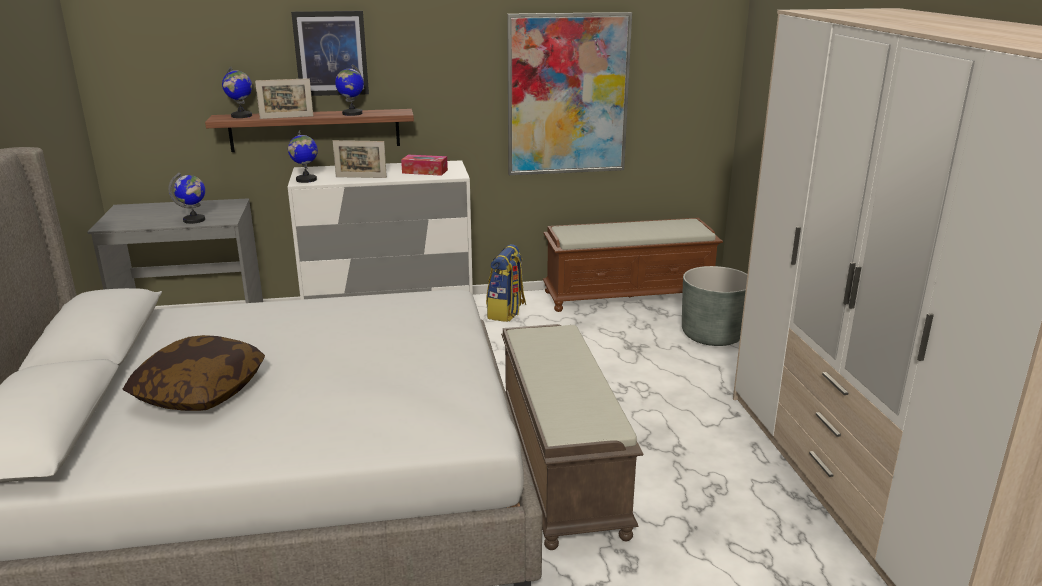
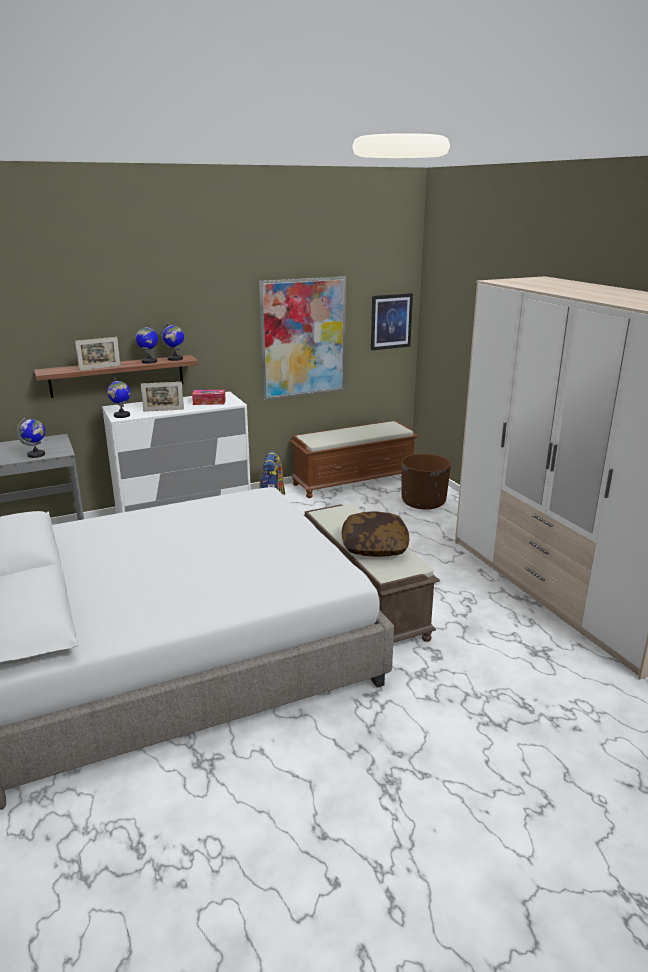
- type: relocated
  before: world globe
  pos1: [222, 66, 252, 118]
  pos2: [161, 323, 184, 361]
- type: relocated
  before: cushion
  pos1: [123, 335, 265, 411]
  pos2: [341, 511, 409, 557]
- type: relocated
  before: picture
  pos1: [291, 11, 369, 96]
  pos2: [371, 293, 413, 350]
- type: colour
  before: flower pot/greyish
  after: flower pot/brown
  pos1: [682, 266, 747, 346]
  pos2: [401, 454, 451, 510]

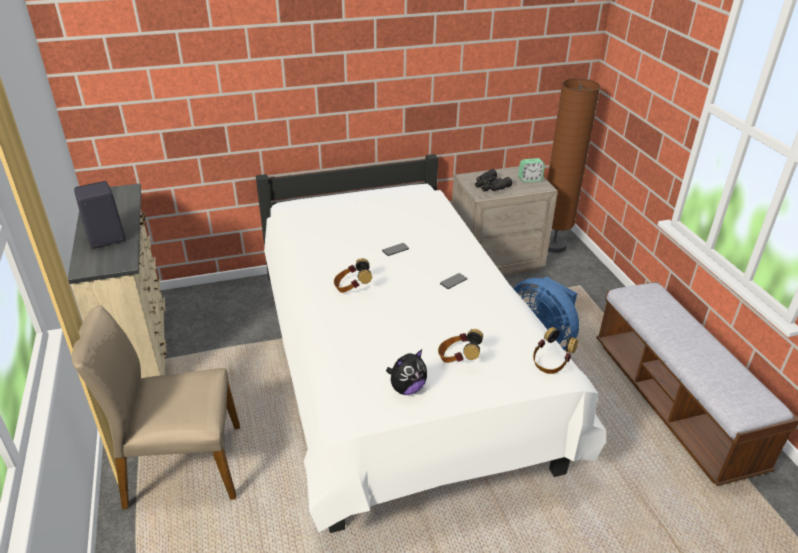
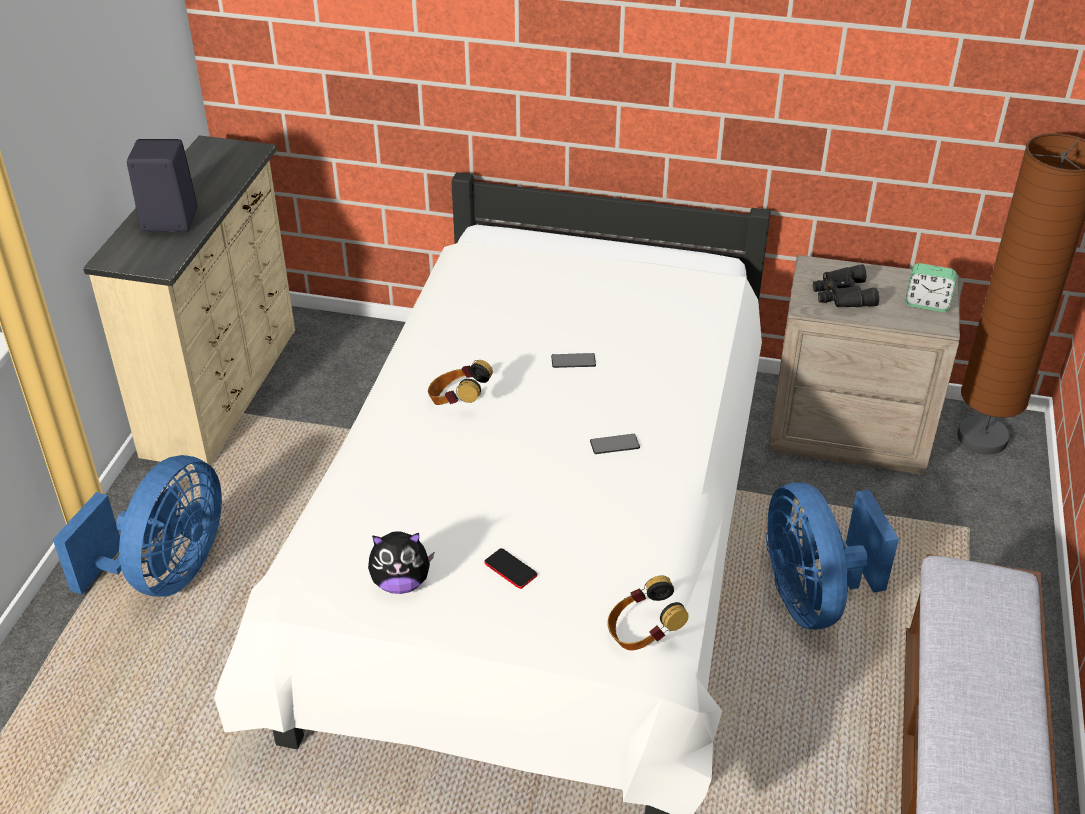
- type: exchanged
  before: plain chair/beige-coloured
  after: fan/blue
  pos1: [72, 305, 240, 509]
  pos2: [53, 455, 222, 597]
- type: exchanged
  before: pair of headphones
  after: phone
  pos1: [438, 329, 483, 363]
  pos2: [484, 548, 537, 589]

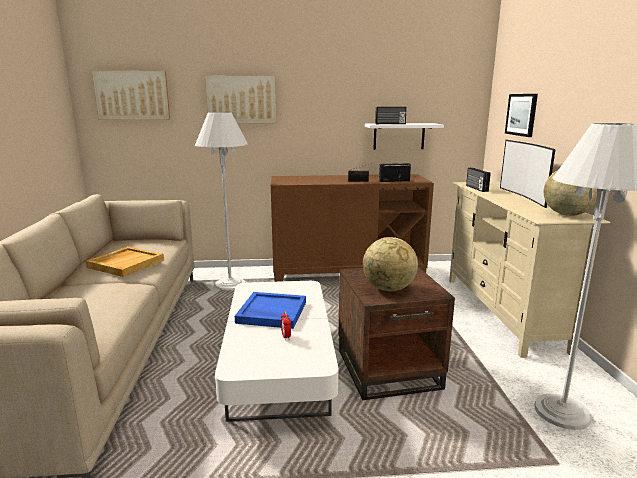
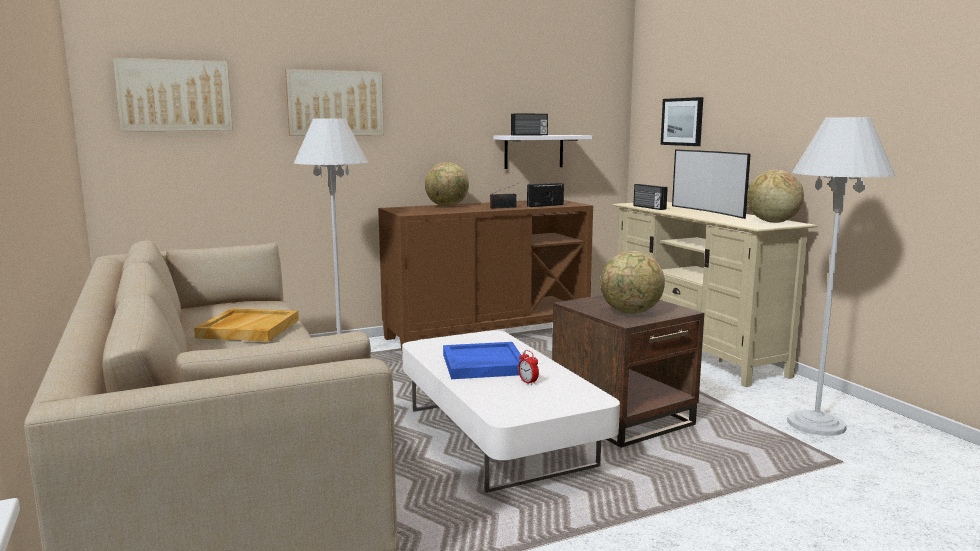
- type: appeared
  after: world globe
  pos2: [425, 162, 469, 207]

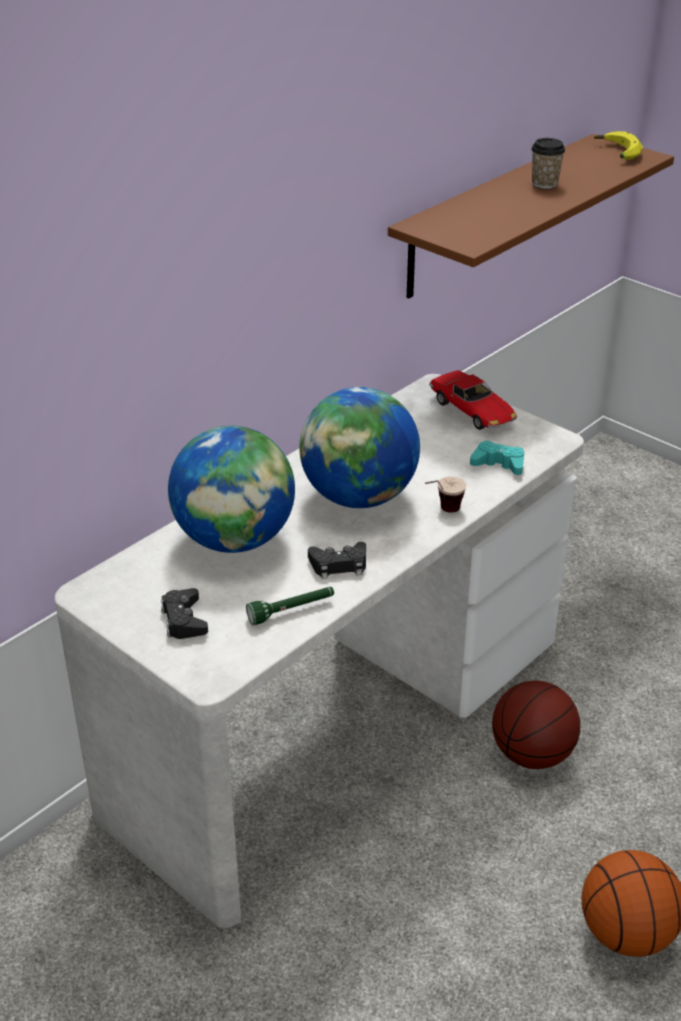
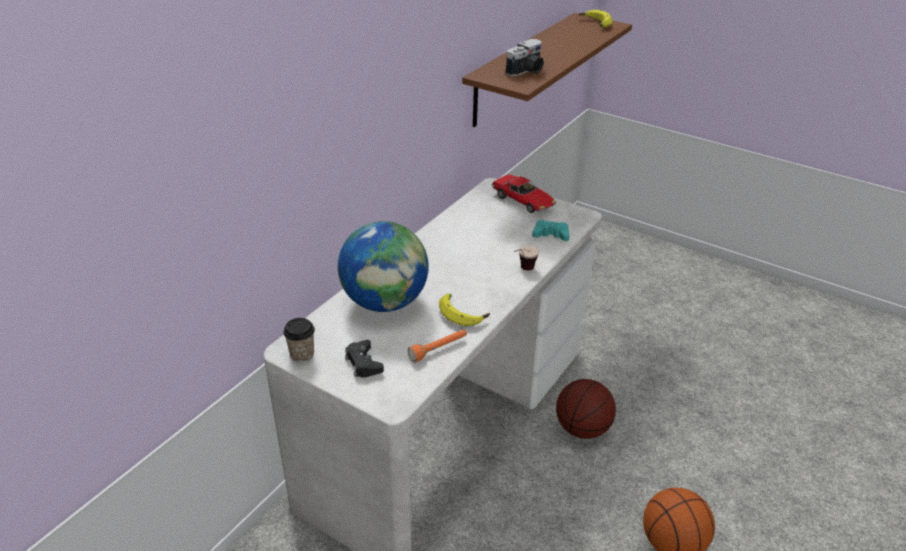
- type: relocated
  before: small cup
  pos1: [531, 138, 565, 189]
  pos2: [283, 318, 315, 363]
- type: colour
  before: torch/greenish
  after: torch/orange
  pos1: [246, 587, 334, 625]
  pos2: [408, 329, 467, 362]
- type: exchanged
  before: game controller/black
  after: banana fruit
  pos1: [308, 542, 366, 579]
  pos2: [439, 294, 490, 326]
- type: appeared
  after: photo camera
  pos2: [505, 39, 544, 76]
- type: missing
  before: world globe
  pos1: [299, 387, 420, 508]

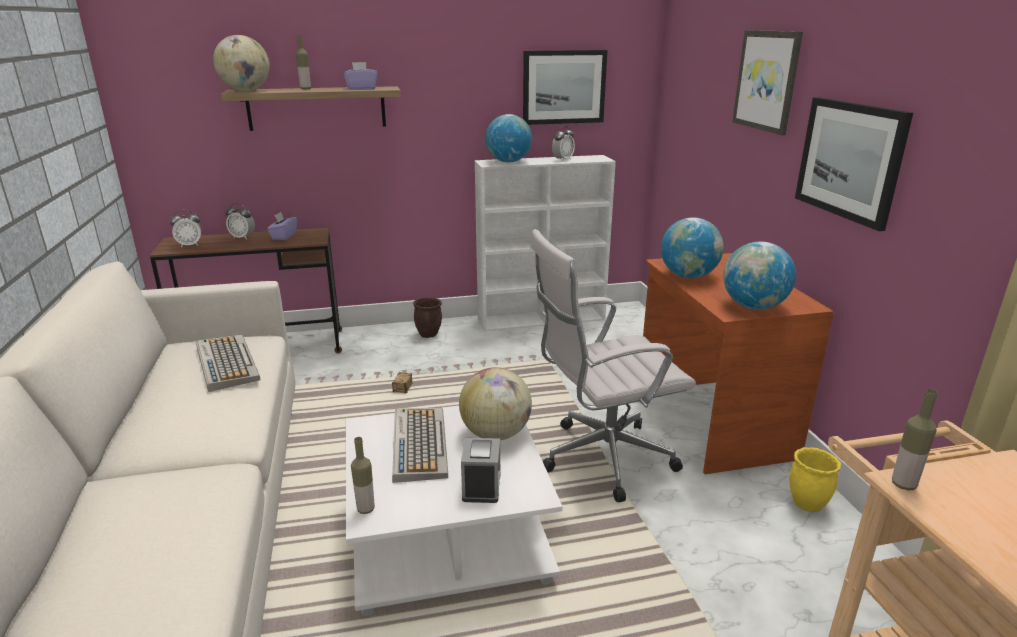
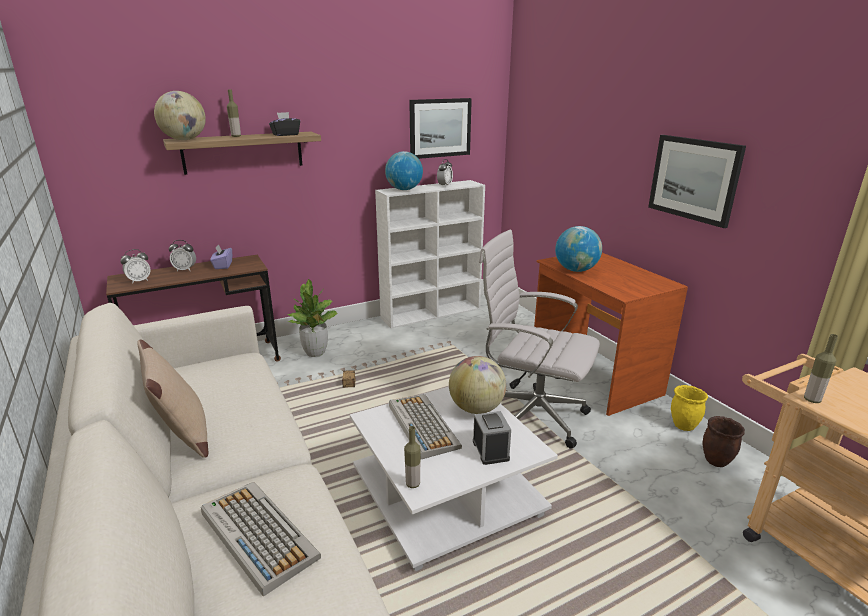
- type: appeared
  after: cushion/beige-coloured
  pos2: [137, 340, 208, 458]
- type: relocated
  before: keyboard
  pos1: [196, 334, 260, 392]
  pos2: [201, 482, 321, 597]
- type: colour
  before: tissue holder/purple
  after: tissue holder/black
  pos1: [343, 62, 378, 90]
  pos2: [269, 112, 300, 136]
- type: appeared
  after: plant in a pot
  pos2: [288, 279, 337, 357]
- type: spun
  before: office chair/white
  pos1: [530, 229, 696, 502]
  pos2: [479, 230, 600, 449]
  turn: 60
- type: relocated
  before: flower pot/brown
  pos1: [413, 297, 442, 338]
  pos2: [703, 416, 745, 467]
- type: missing
  before: world globe
  pos1: [723, 242, 796, 310]
- type: missing
  before: picture
  pos1: [732, 30, 803, 135]

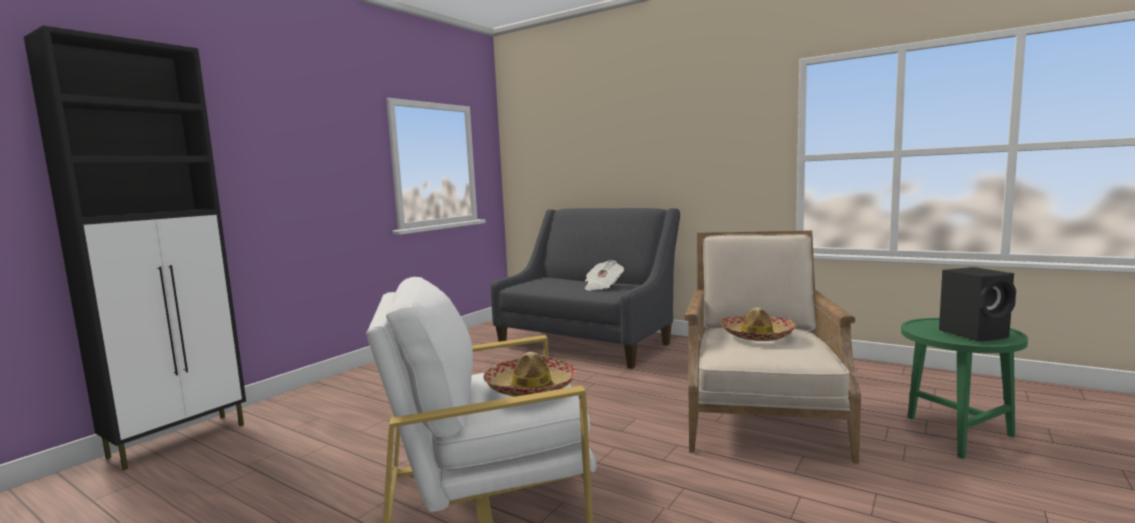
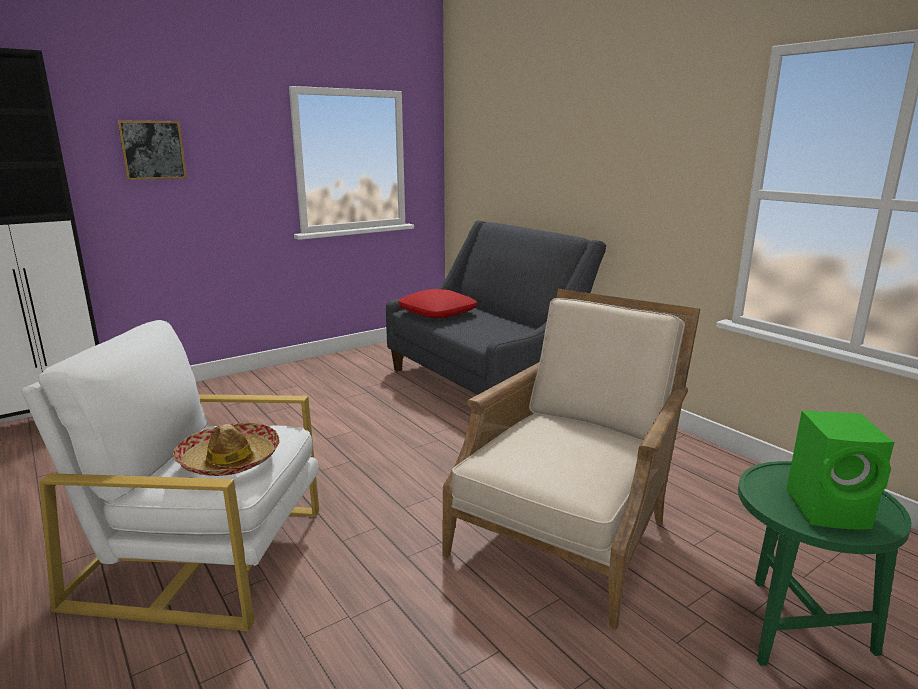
- type: appeared
  after: picture
  pos2: [117, 120, 187, 180]
- type: appeared
  after: cushion/red
  pos2: [399, 289, 477, 318]
- type: colour
  before: speaker/black
  after: speaker/greenish
  pos1: [939, 267, 1016, 341]
  pos2: [786, 411, 894, 529]
- type: missing
  before: daily paper
  pos1: [585, 260, 624, 291]
- type: missing
  before: hat
  pos1: [721, 308, 797, 341]

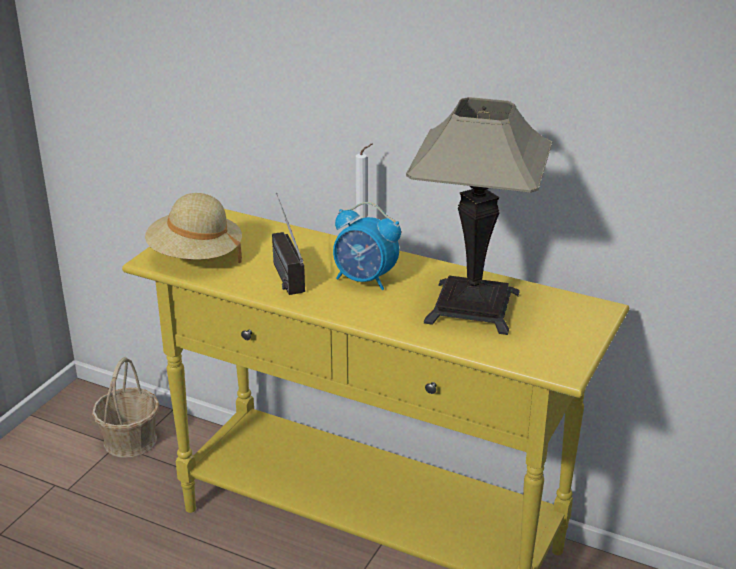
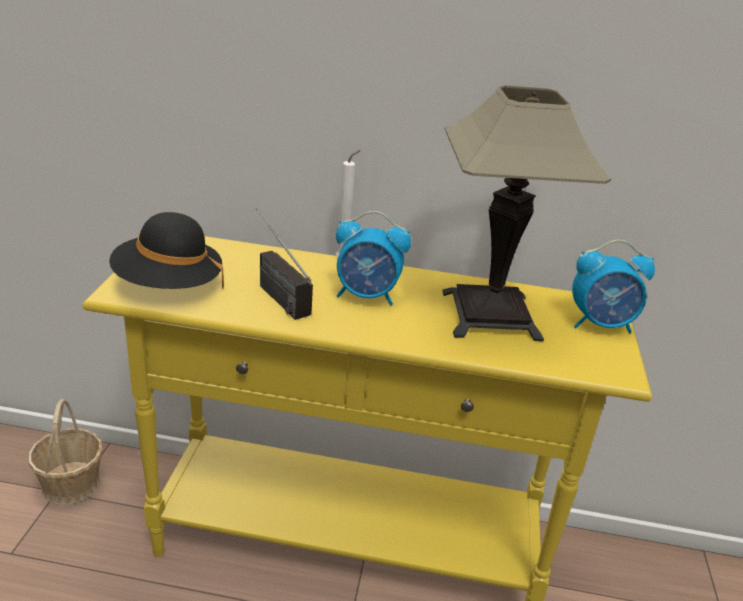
- type: colour
  before: hat/beige-coloured
  after: hat/black
  pos1: [145, 193, 242, 263]
  pos2: [109, 212, 224, 289]
- type: appeared
  after: bedside clock
  pos2: [572, 240, 655, 333]

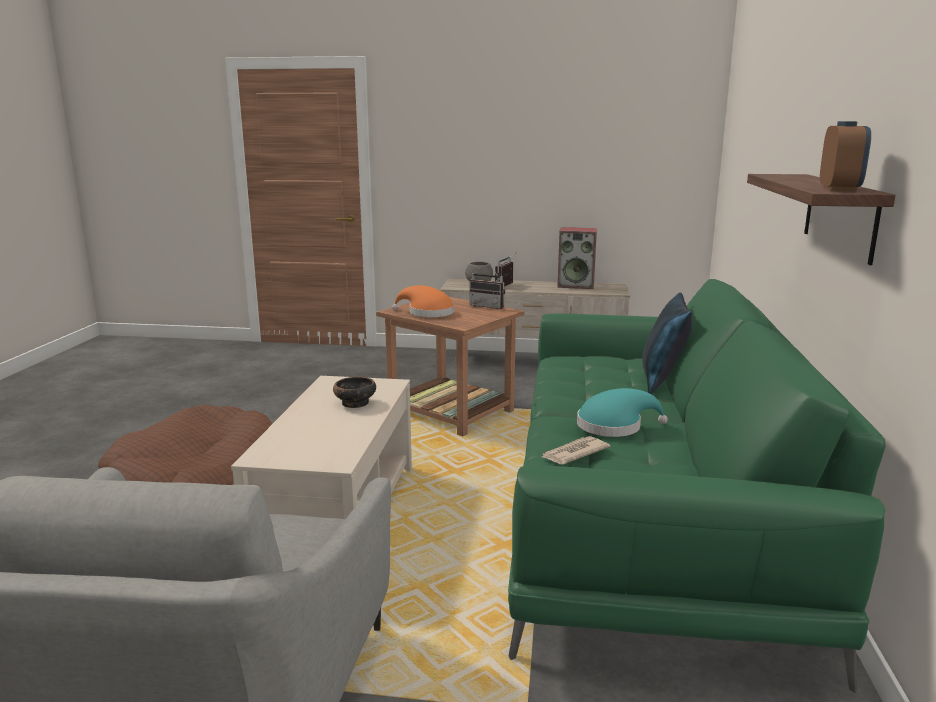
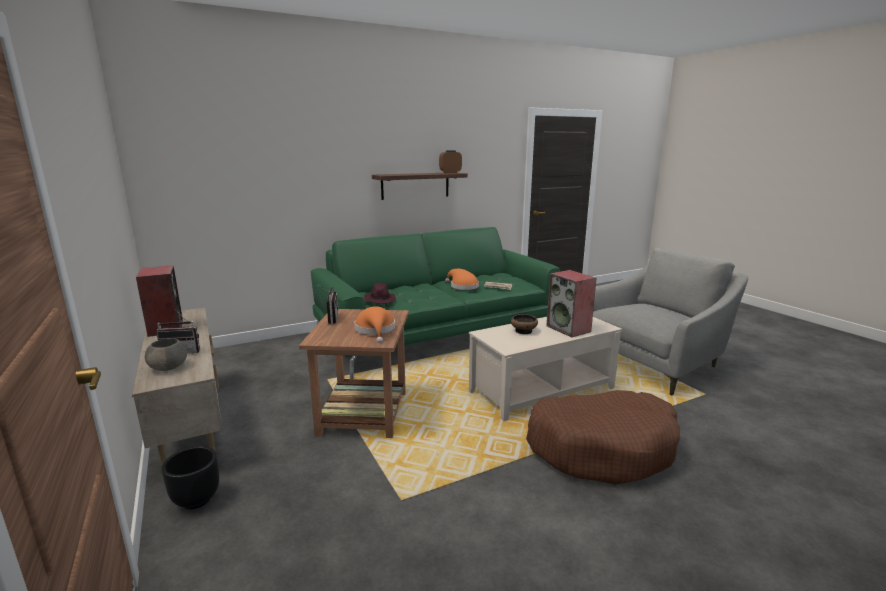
- type: appeared
  after: flower pot/black
  pos2: [161, 446, 219, 509]
- type: appeared
  after: hat/purple
  pos2: [364, 283, 396, 303]
- type: colour
  before: hat/blue-green
  after: hat/orange
  pos1: [577, 388, 668, 437]
  pos2: [445, 269, 479, 290]
- type: appeared
  after: speaker
  pos2: [546, 270, 596, 337]
- type: missing
  before: cushion/blue
  pos1: [642, 292, 692, 395]

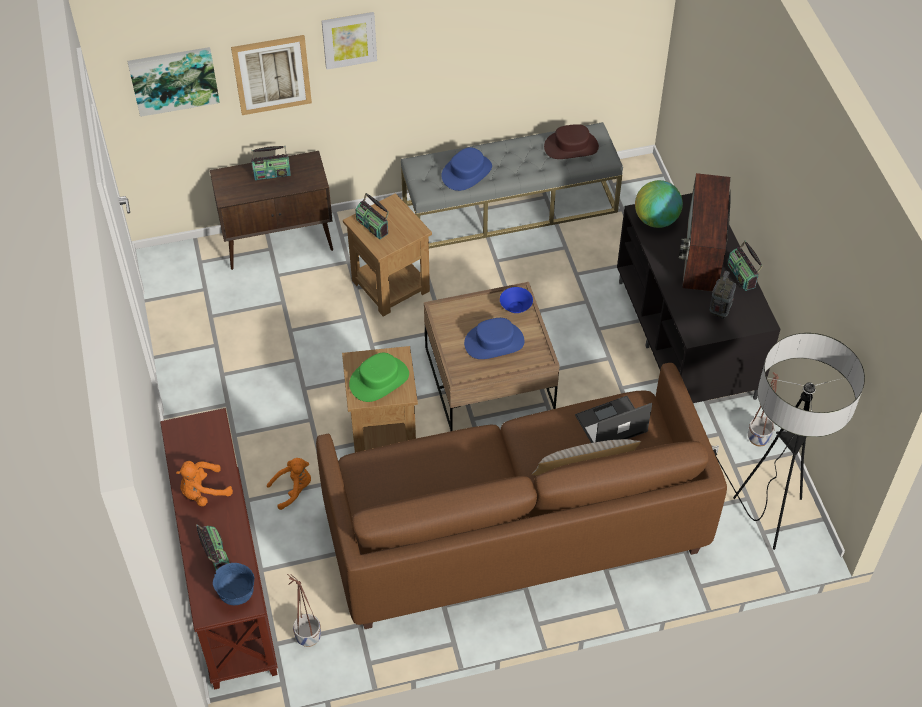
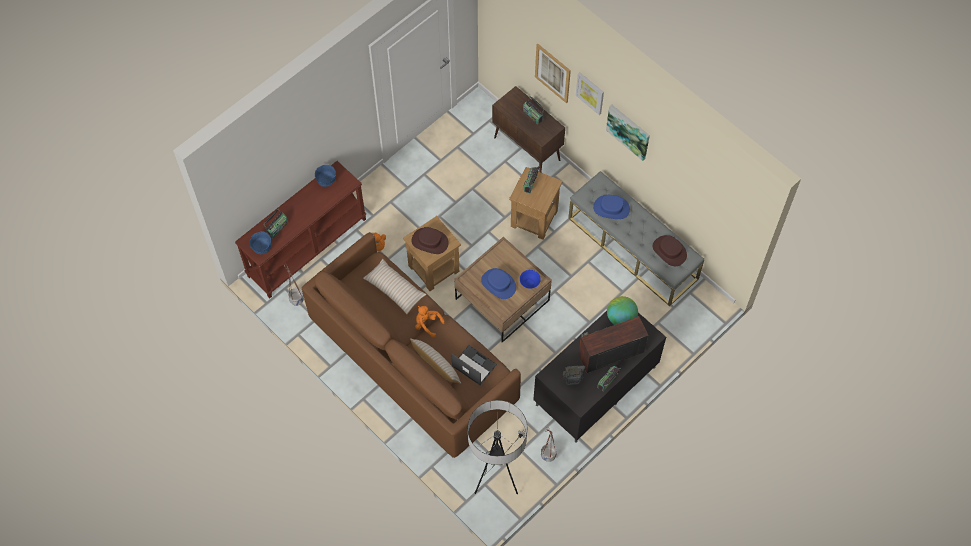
- type: appeared
  after: bowl/blue
  pos2: [315, 165, 336, 187]
- type: appeared
  after: cushion/beige-coloured
  pos2: [363, 259, 427, 314]
- type: colour
  before: hat/greenish
  after: hat/brown
  pos1: [349, 353, 409, 402]
  pos2: [411, 227, 449, 254]
- type: relocated
  before: soft toy/orange
  pos1: [176, 461, 233, 506]
  pos2: [415, 306, 445, 338]
- type: relocated
  before: picture
  pos1: [128, 47, 220, 117]
  pos2: [606, 104, 650, 161]

